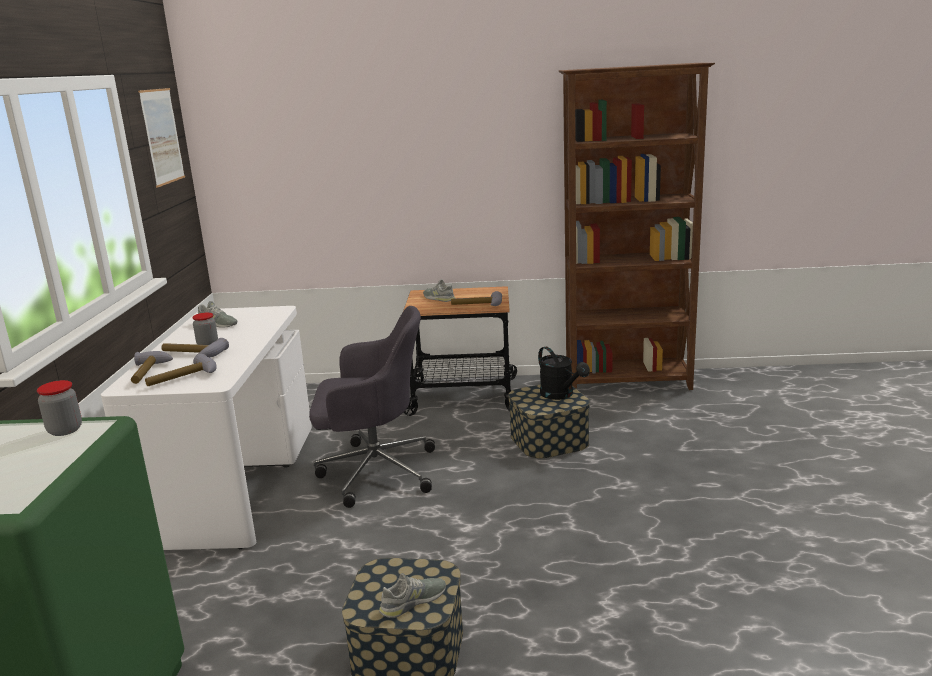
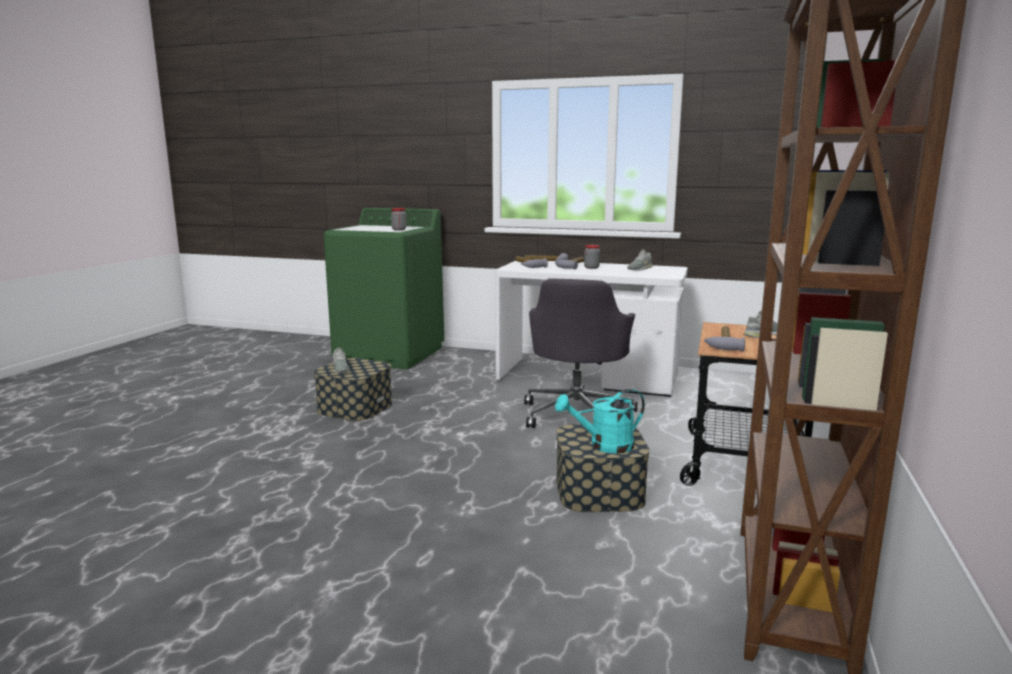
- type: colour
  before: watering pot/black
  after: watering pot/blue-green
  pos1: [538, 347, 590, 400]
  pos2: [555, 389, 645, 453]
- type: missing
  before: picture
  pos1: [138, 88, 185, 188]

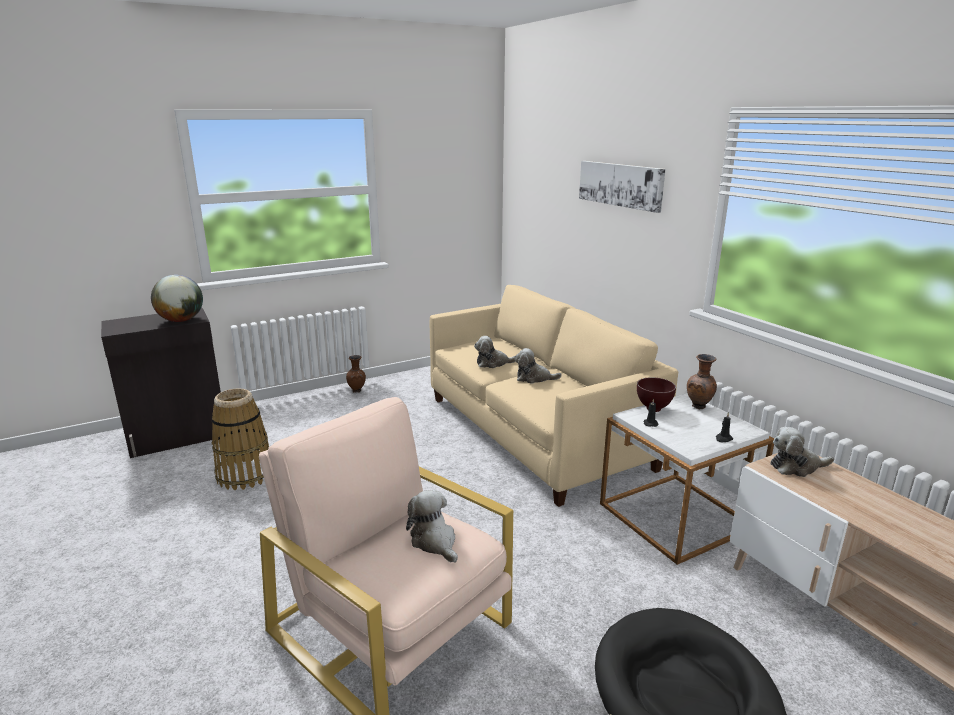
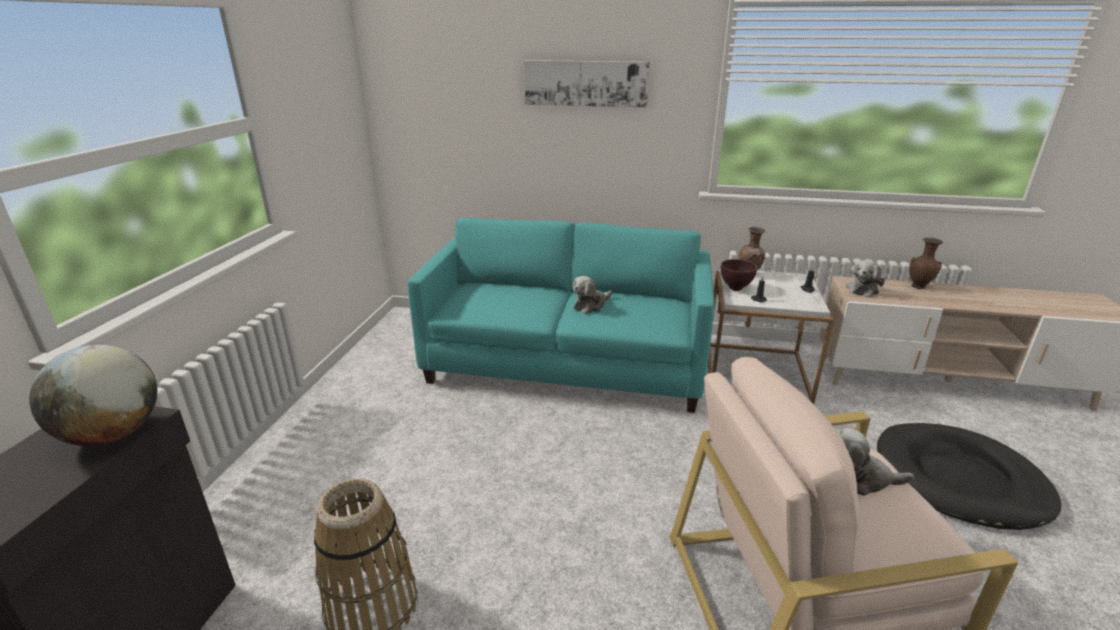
- type: colour
  before: sofa/beige-coloured
  after: sofa/blue-green
  pos1: [430, 285, 678, 507]
  pos2: [408, 218, 714, 413]
- type: relocated
  before: decorative vase/brown
  pos1: [346, 355, 366, 393]
  pos2: [909, 237, 943, 290]
- type: missing
  before: soft toy
  pos1: [474, 336, 516, 368]

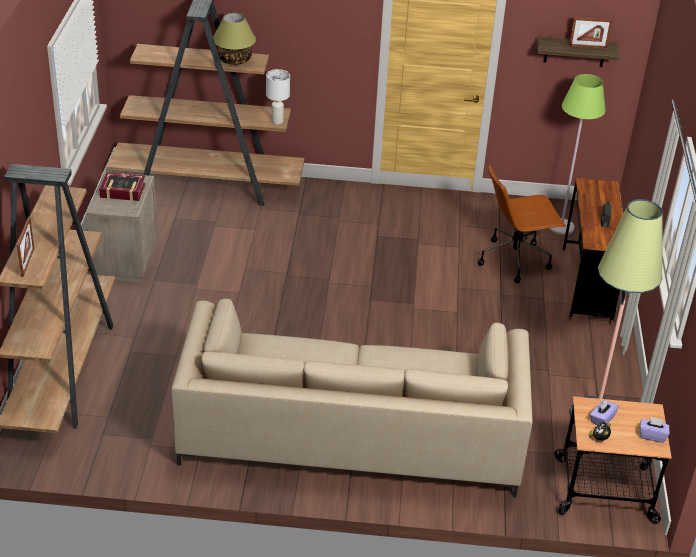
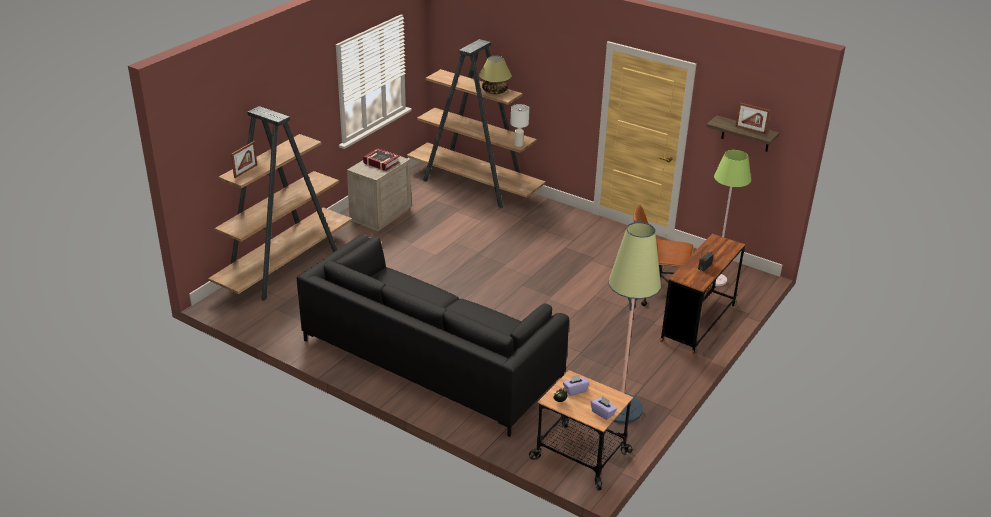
- type: colour
  before: sofa/beige-coloured
  after: sofa/black
  pos1: [171, 299, 533, 497]
  pos2: [297, 235, 569, 437]

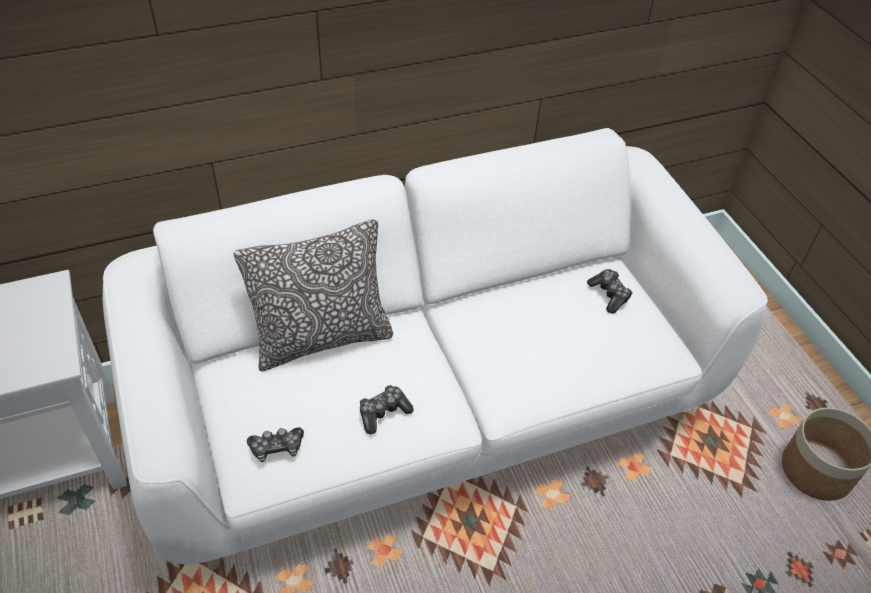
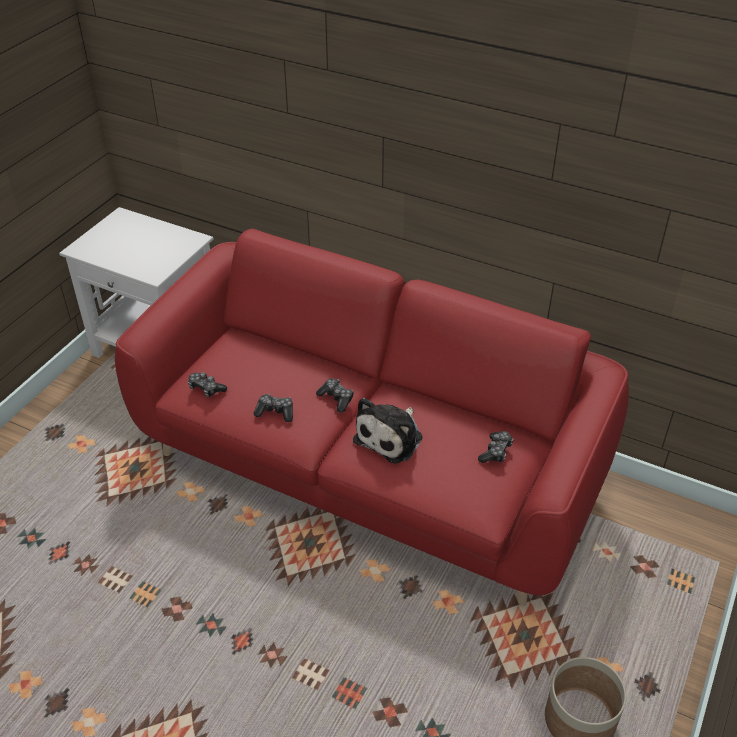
- type: colour
  before: sofa/white
  after: sofa/red
  pos1: [103, 128, 768, 570]
  pos2: [115, 229, 629, 606]
- type: appeared
  after: game controller
  pos2: [316, 378, 354, 413]
- type: appeared
  after: soft toy
  pos2: [353, 398, 423, 464]
- type: missing
  before: cushion
  pos1: [234, 219, 393, 371]

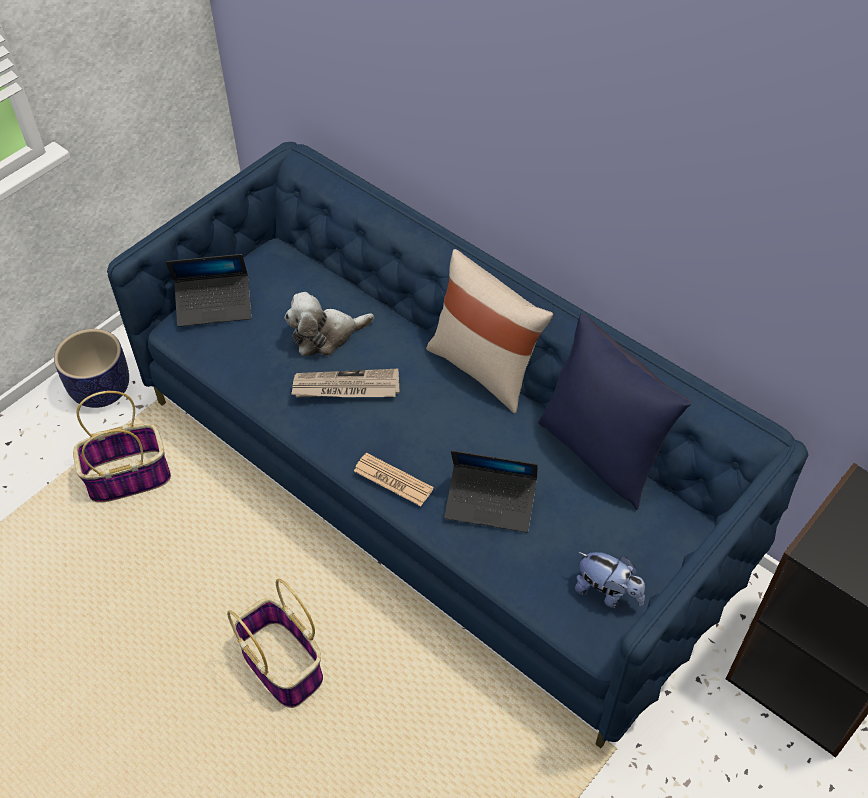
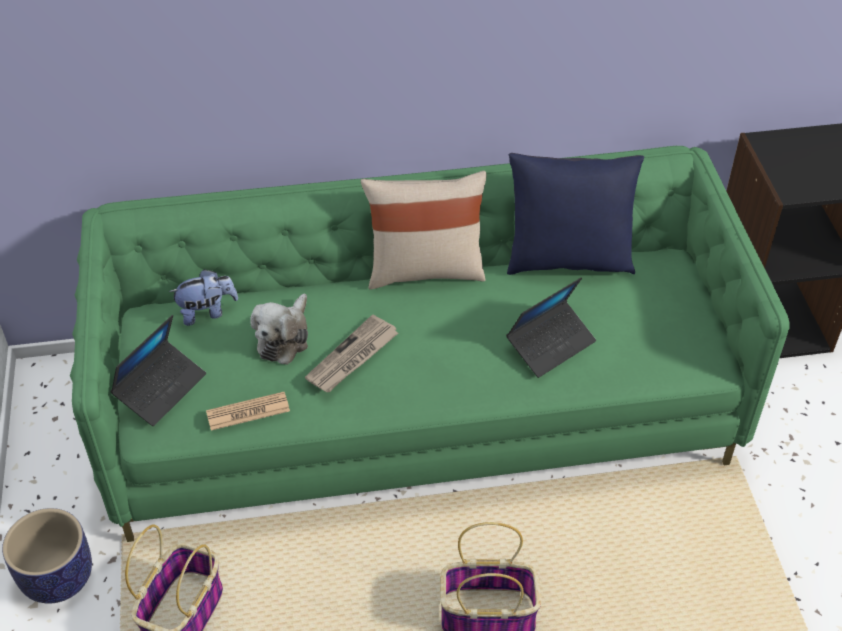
- type: colour
  before: sofa/blue
  after: sofa/greenish
  pos1: [107, 142, 808, 748]
  pos2: [70, 146, 789, 542]
- type: relocated
  before: soft toy
  pos1: [575, 552, 645, 608]
  pos2: [169, 269, 238, 326]
- type: relocated
  before: daily paper
  pos1: [354, 453, 434, 506]
  pos2: [206, 392, 290, 431]

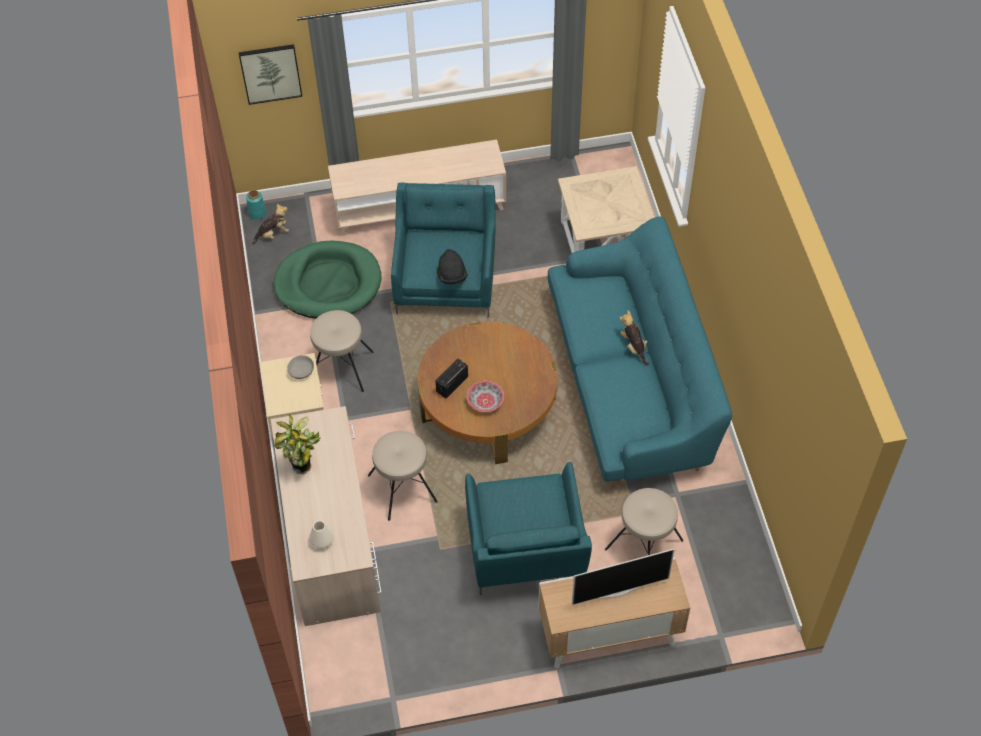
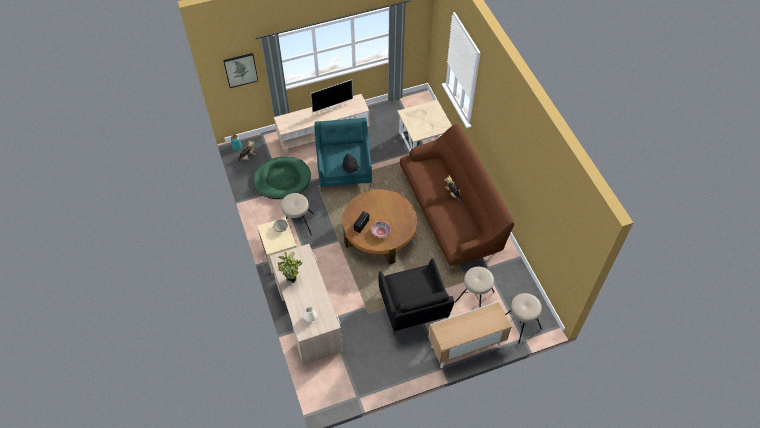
- type: relocated
  before: television
  pos1: [572, 549, 675, 605]
  pos2: [310, 79, 353, 112]
- type: colour
  before: armchair/blue-green
  after: armchair/black
  pos1: [465, 462, 592, 595]
  pos2: [379, 258, 454, 335]
- type: colour
  before: sofa/blue-green
  after: sofa/brown
  pos1: [548, 216, 732, 486]
  pos2: [400, 124, 514, 268]
- type: relocated
  before: stool/beige-coloured
  pos1: [368, 431, 438, 521]
  pos2: [505, 293, 542, 343]

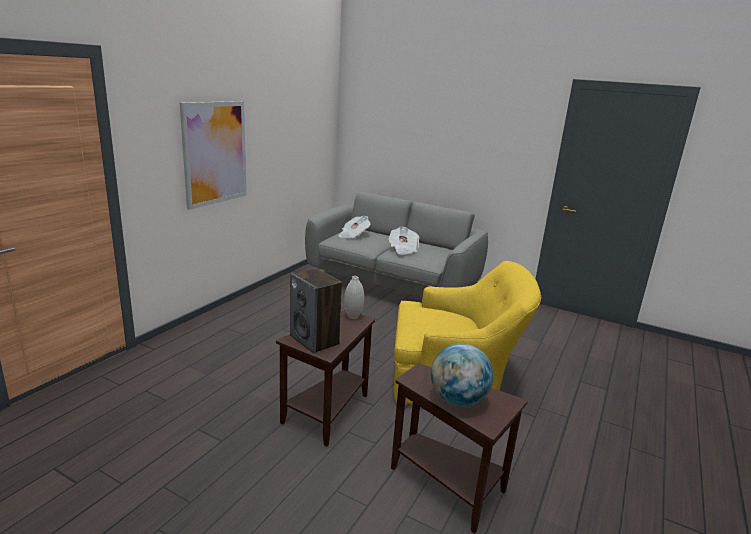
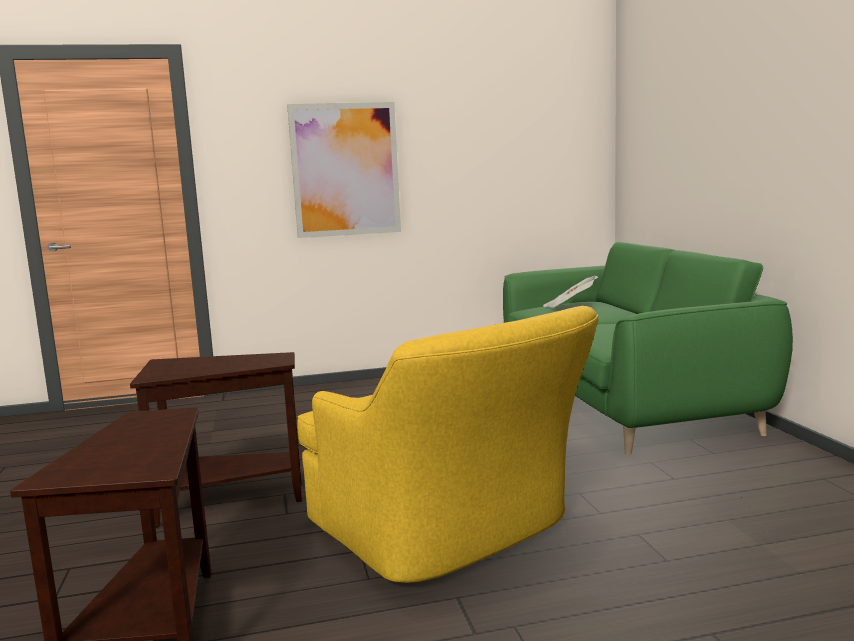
- type: colour
  before: sofa/greyish
  after: sofa/greenish
  pos1: [305, 192, 488, 297]
  pos2: [503, 242, 793, 455]
- type: missing
  before: speaker
  pos1: [290, 268, 342, 354]
- type: missing
  before: decorative vase/white
  pos1: [344, 276, 364, 319]
- type: missing
  before: daily paper
  pos1: [388, 227, 420, 255]
- type: missing
  before: world globe
  pos1: [431, 343, 494, 407]

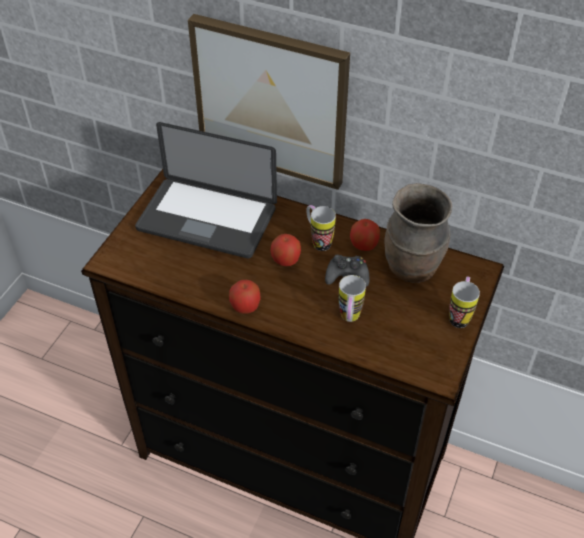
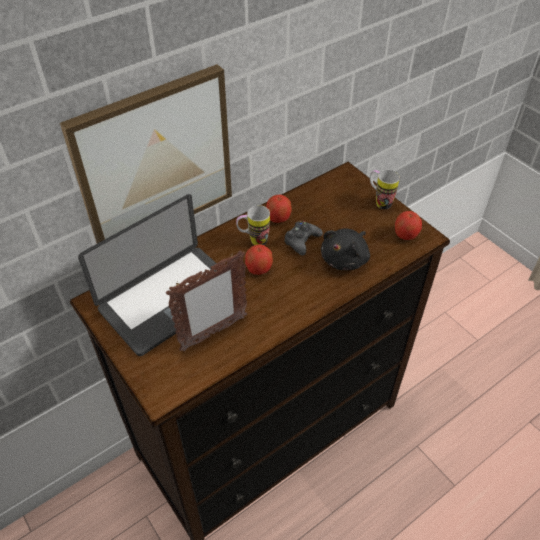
- type: appeared
  after: standing frame
  pos2: [166, 250, 247, 352]
- type: exchanged
  before: coffee mug
  after: soft toy/black
  pos1: [339, 275, 366, 322]
  pos2: [321, 228, 370, 270]
- type: relocated
  before: whole apple
  pos1: [229, 280, 260, 314]
  pos2: [395, 211, 422, 240]
- type: missing
  before: decorative vase/brown
  pos1: [384, 183, 452, 283]

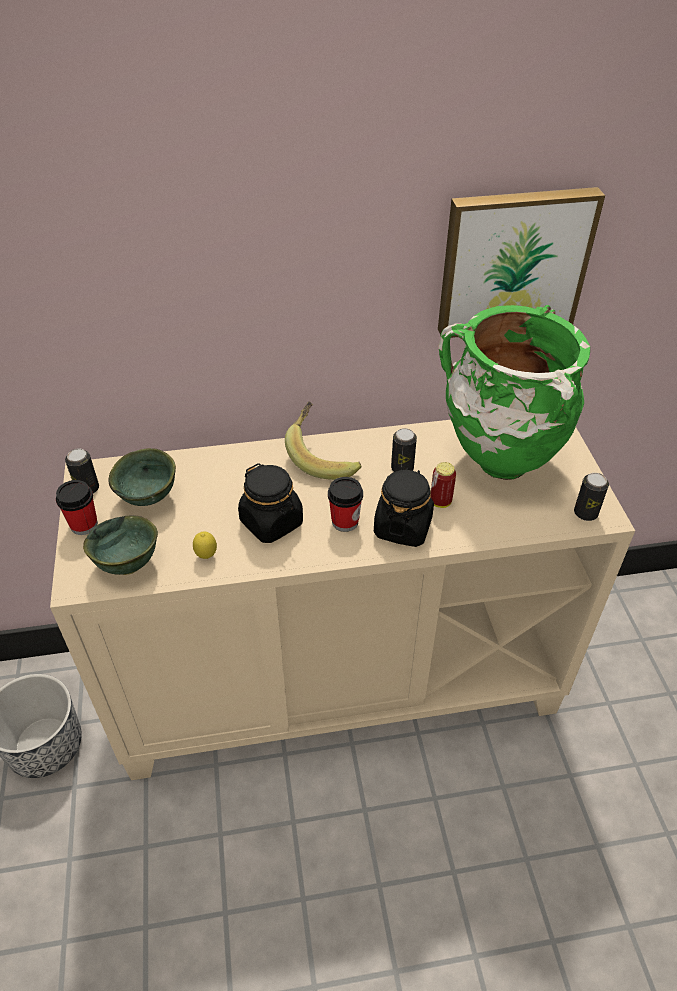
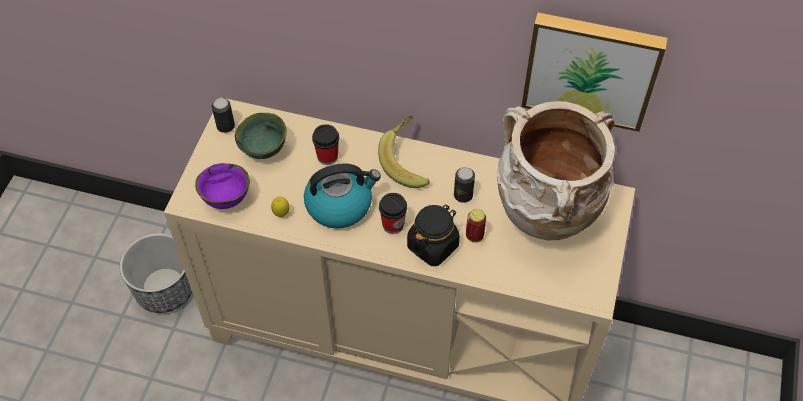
- type: colour
  before: bowl/greenish
  after: bowl/purple
  pos1: [83, 515, 158, 575]
  pos2: [195, 163, 250, 209]
- type: exchanged
  before: jar/black
  after: water kettle
  pos1: [238, 463, 303, 543]
  pos2: [304, 163, 381, 229]
- type: relocated
  before: small cup
  pos1: [56, 480, 98, 535]
  pos2: [312, 124, 339, 165]
- type: colour
  before: decorative vase/greenish
  after: decorative vase/beige-coloured
  pos1: [439, 305, 590, 480]
  pos2: [497, 101, 615, 240]
- type: missing
  before: metal can
  pos1: [574, 473, 609, 521]

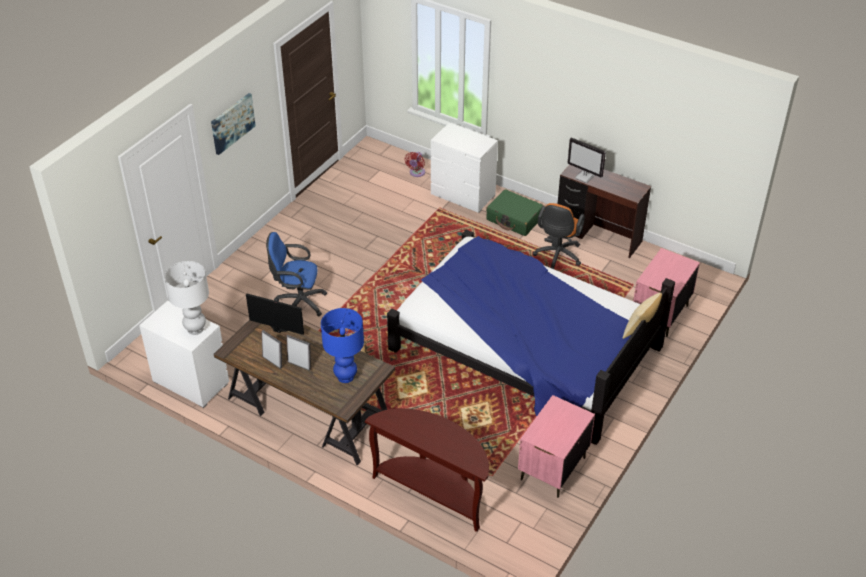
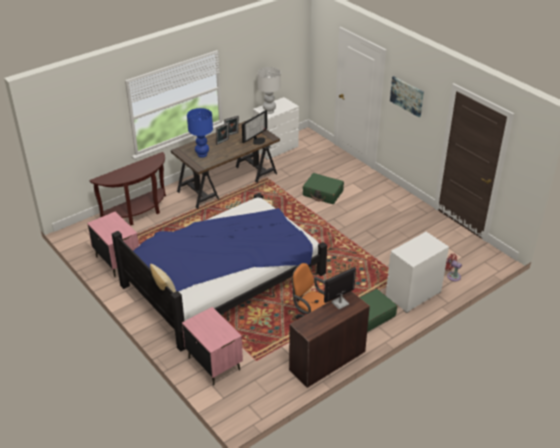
- type: exchanged
  before: office chair/blue
  after: piece of luggage/greenish
  pos1: [266, 232, 327, 316]
  pos2: [303, 173, 344, 204]

